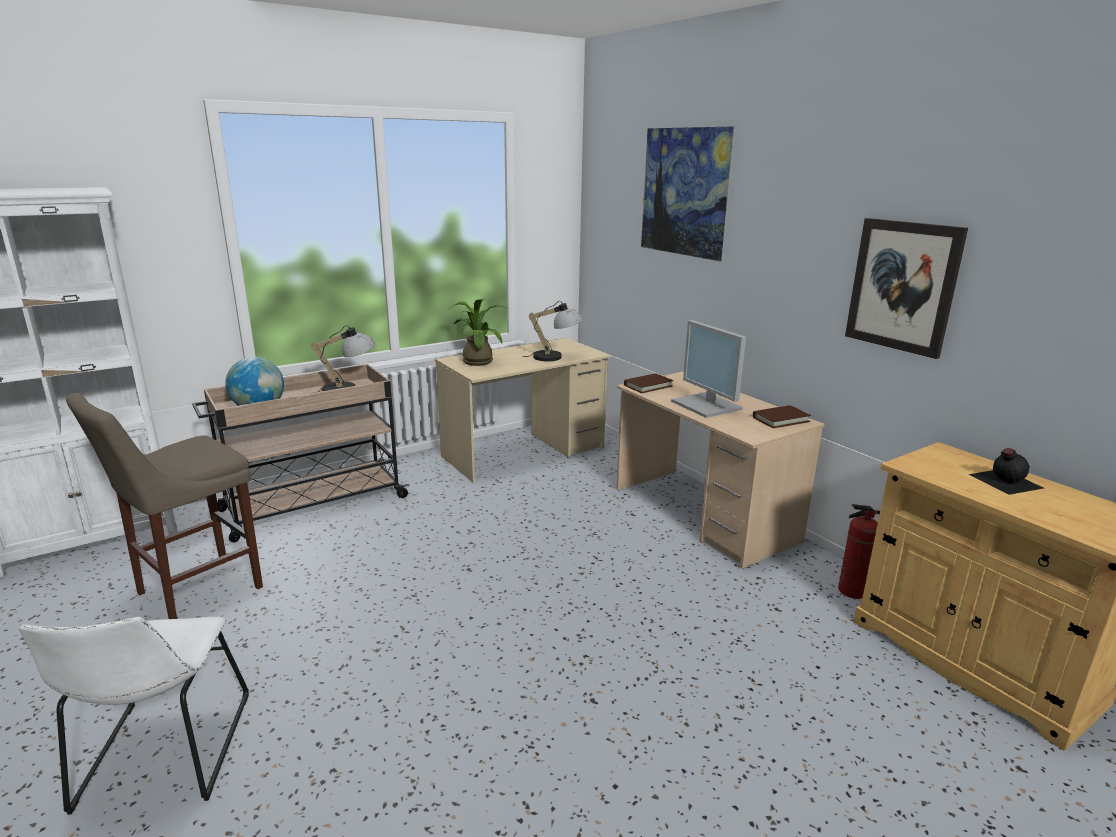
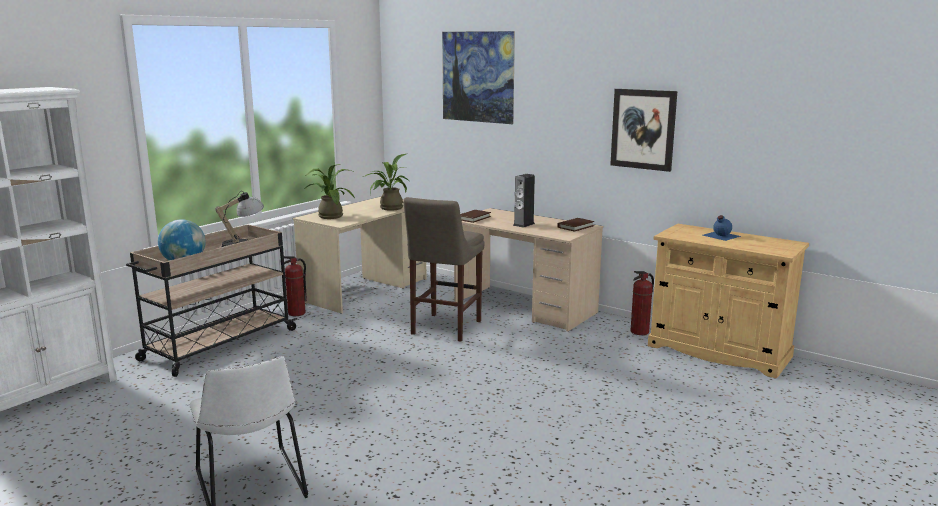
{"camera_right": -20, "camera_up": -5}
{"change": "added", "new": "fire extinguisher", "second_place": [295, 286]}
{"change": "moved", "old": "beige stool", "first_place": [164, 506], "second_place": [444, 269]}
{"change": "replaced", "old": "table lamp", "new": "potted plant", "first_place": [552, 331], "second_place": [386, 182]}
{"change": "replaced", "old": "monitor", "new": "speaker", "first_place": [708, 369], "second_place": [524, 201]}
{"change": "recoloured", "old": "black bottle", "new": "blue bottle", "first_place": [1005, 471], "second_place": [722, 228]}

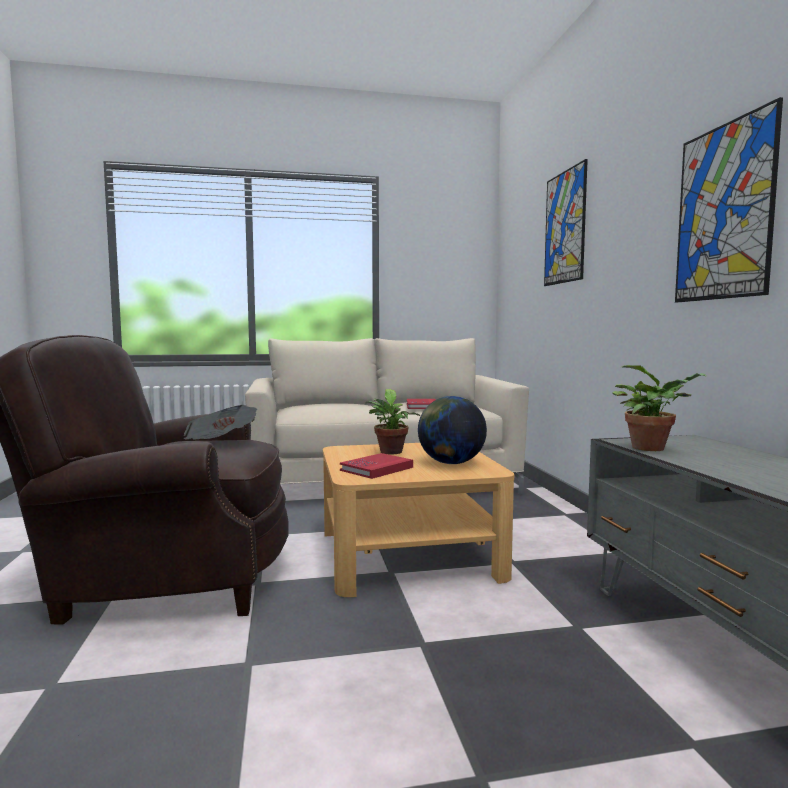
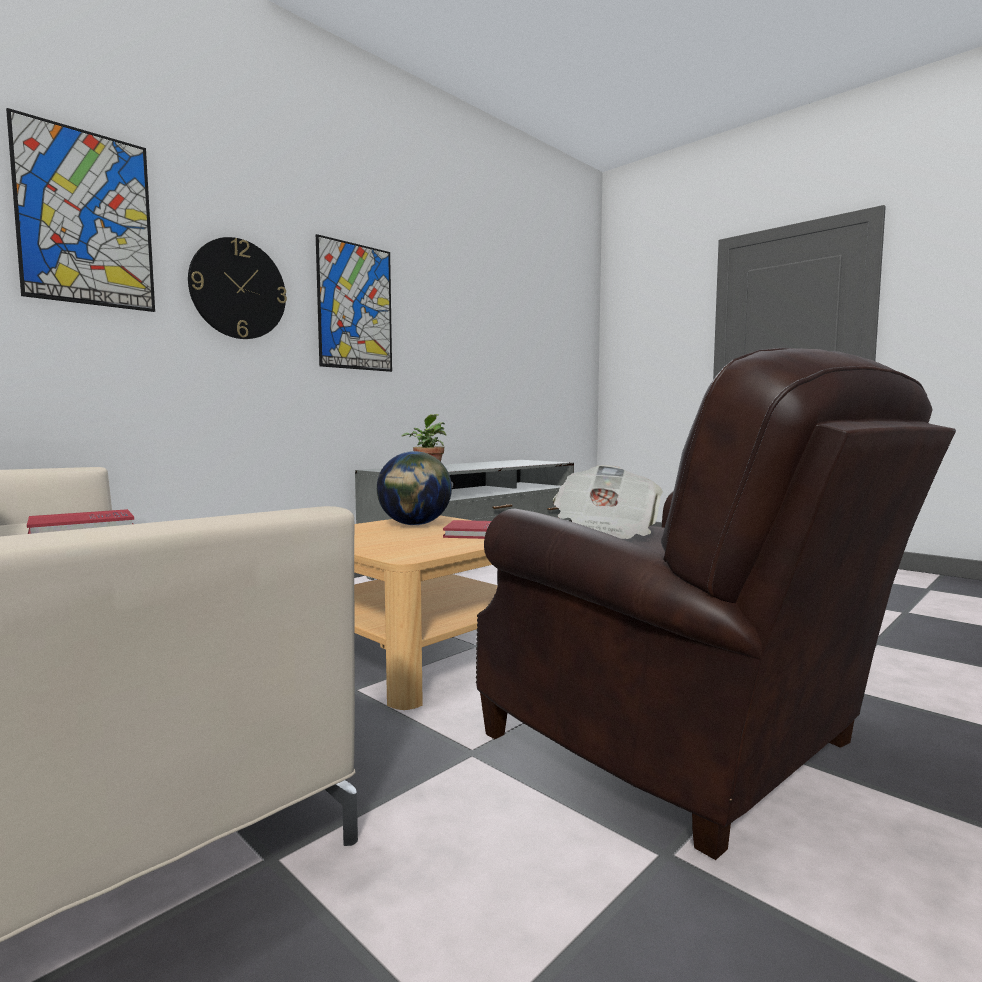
{"camera_right": -125, "camera_up": 0}
{"change": "removed", "old": "potted plant", "first_place": [392, 421]}
{"change": "added", "new": "wall clock", "second_place": [237, 288]}

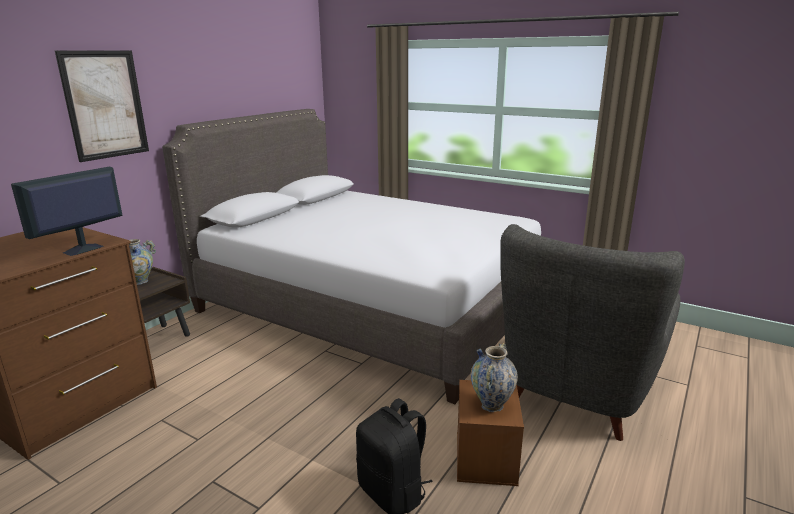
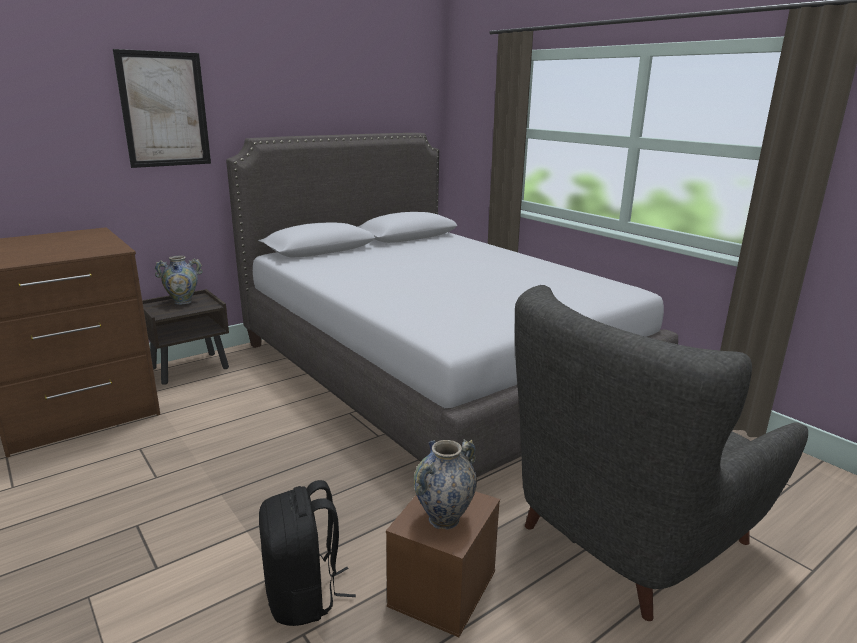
{"camera_right": 20, "camera_up": 0}
{"change": "removed", "old": "monitor", "first_place": [66, 211]}

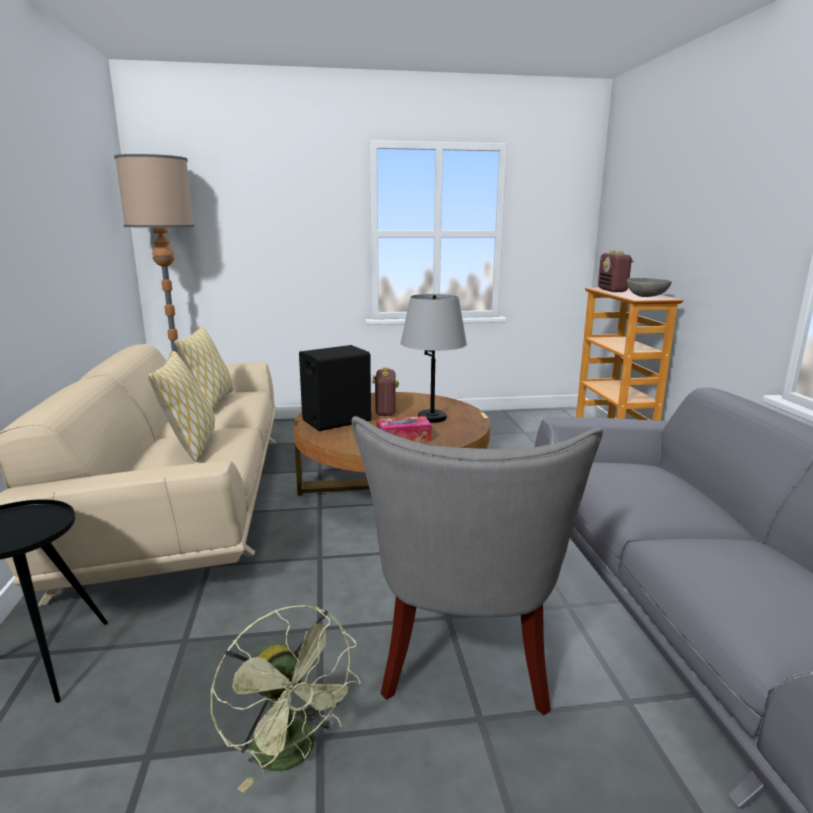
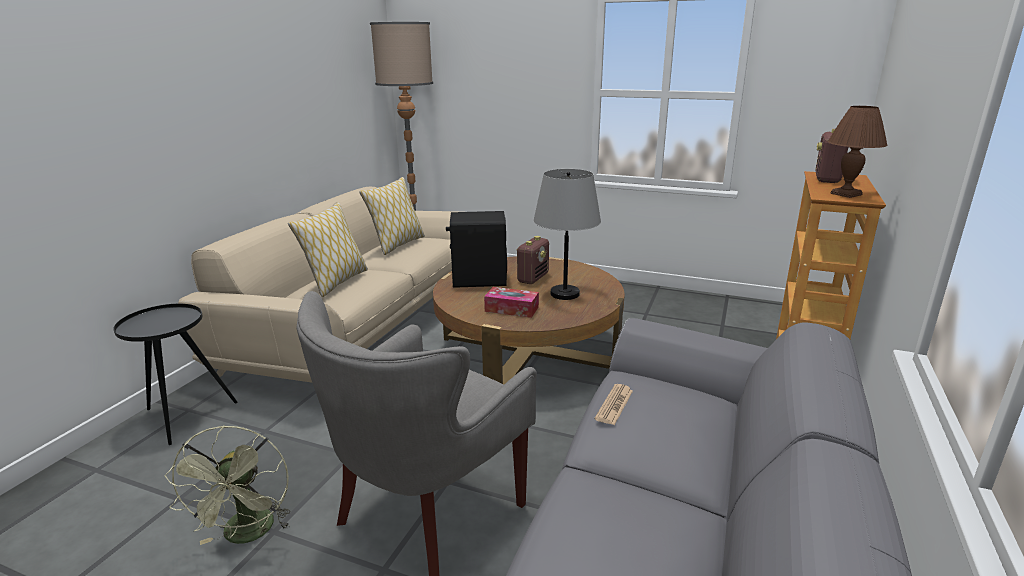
{"camera_right": 30, "camera_up": 5}
{"change": "added", "new": "newspaper", "second_place": [614, 404]}
{"change": "replaced", "old": "grey bowl", "new": "brown table lamp", "first_place": [649, 287], "second_place": [857, 152]}

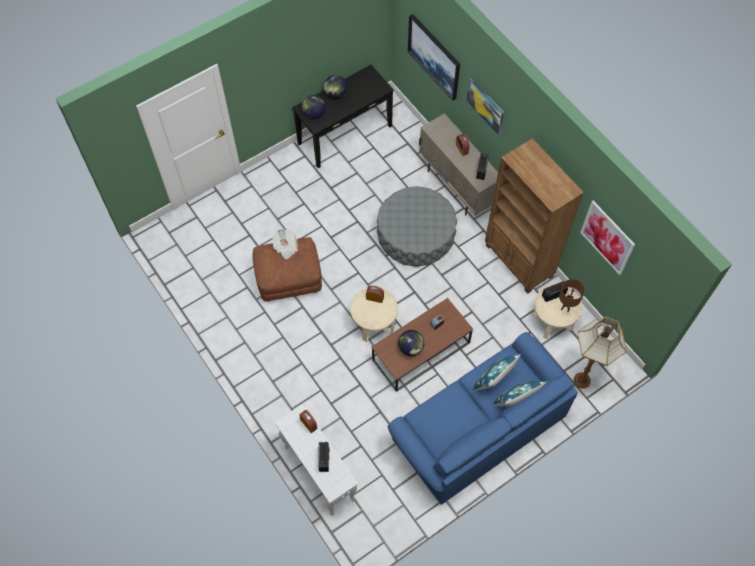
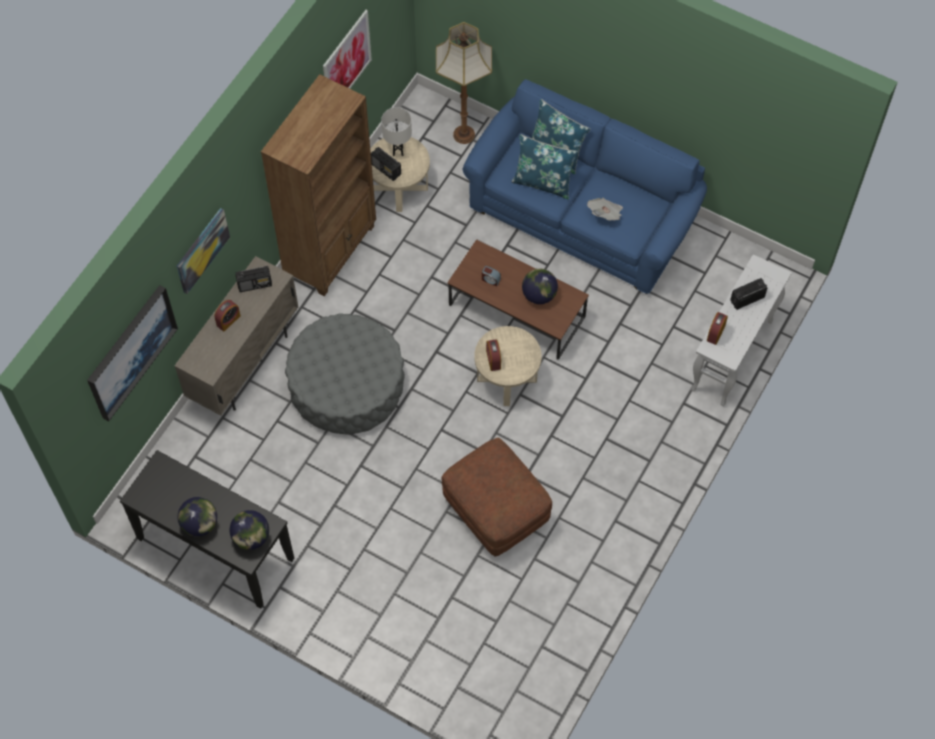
{"camera_right": -115, "camera_up": 0}
{"change": "moved", "old": "newspaper", "first_place": [285, 243], "second_place": [605, 209]}
{"change": "recoloured", "old": "brown table lamp", "new": "white table lamp", "first_place": [572, 295], "second_place": [396, 131]}

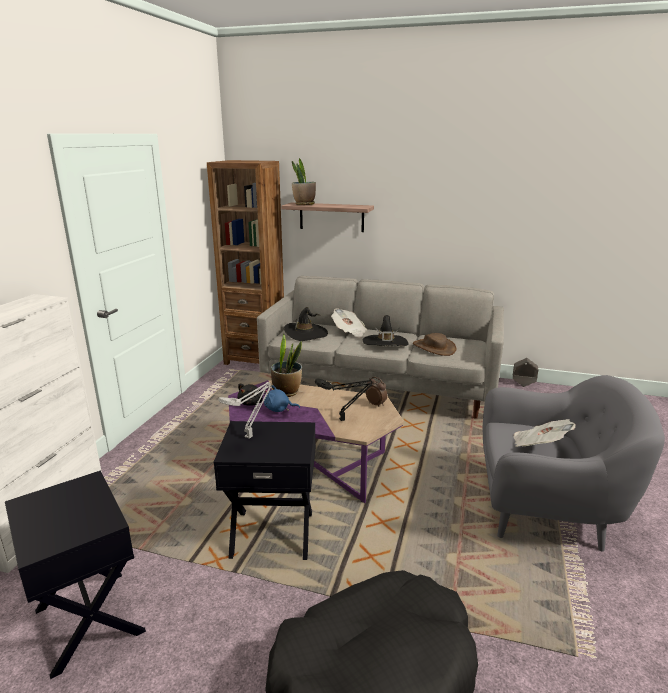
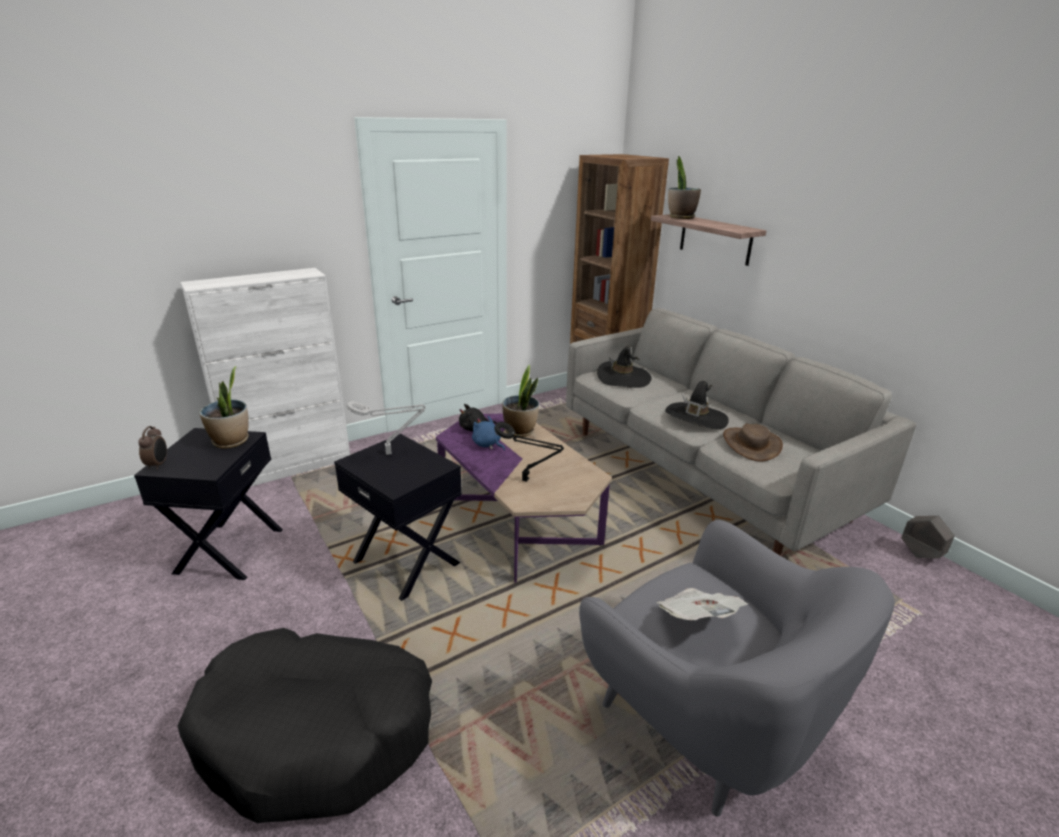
{"camera_right": 40, "camera_up": 5}
{"change": "removed", "old": "newspaper", "first_place": [349, 323]}
{"change": "added", "new": "potted plant", "second_place": [224, 407]}
{"change": "moved", "old": "alarm clock", "first_place": [376, 391], "second_place": [152, 448]}

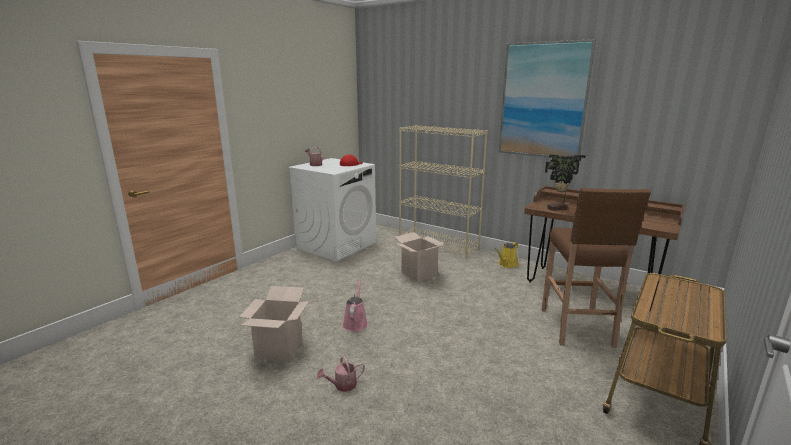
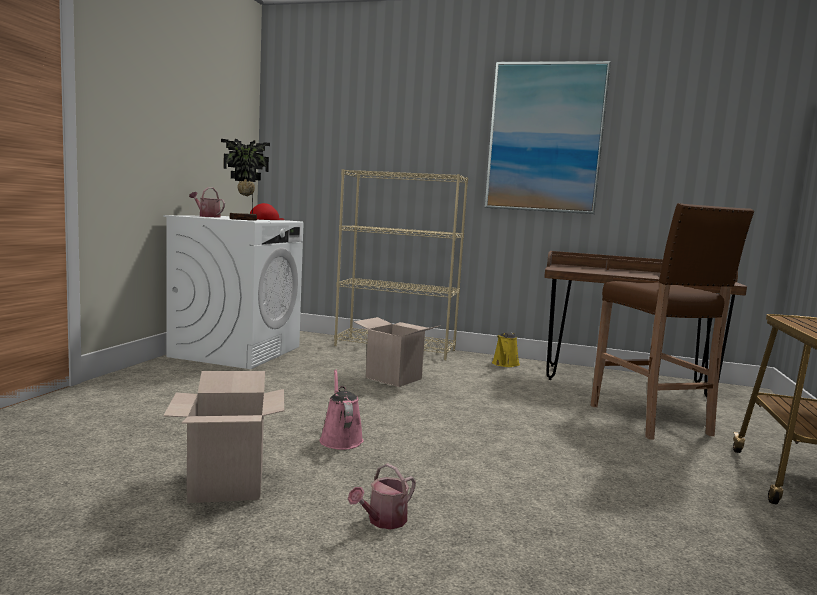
{"camera_right": -20, "camera_up": -10}
{"change": "moved", "old": "potted plant", "first_place": [565, 183], "second_place": [245, 180]}

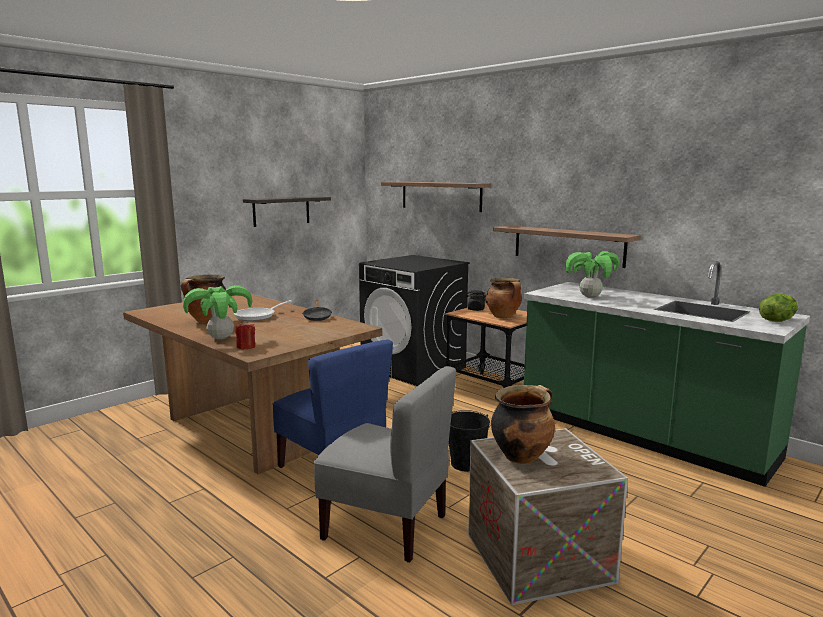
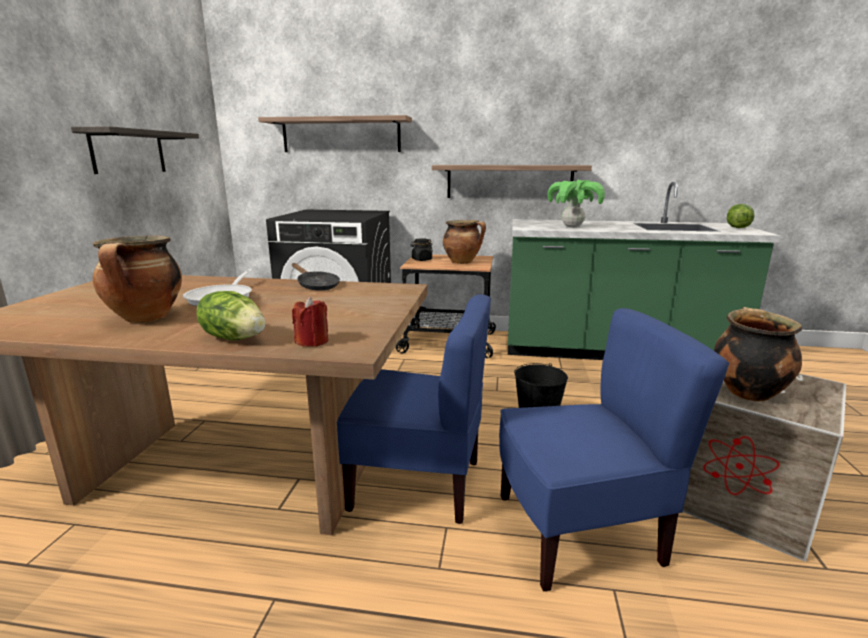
{"camera_right": -35, "camera_up": 5}
{"change": "replaced", "old": "potted plant", "new": "lettuce", "first_place": [218, 312], "second_place": [230, 315]}
{"change": "recoloured", "old": "grey chair", "new": "blue chair", "first_place": [385, 464], "second_place": [614, 450]}

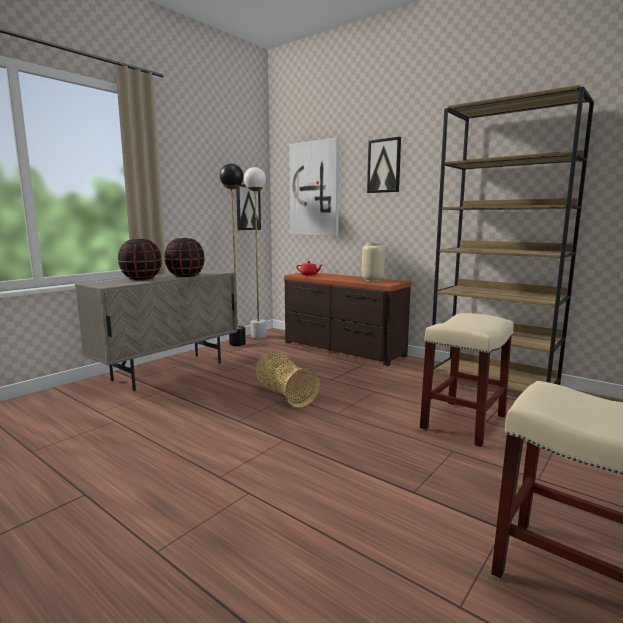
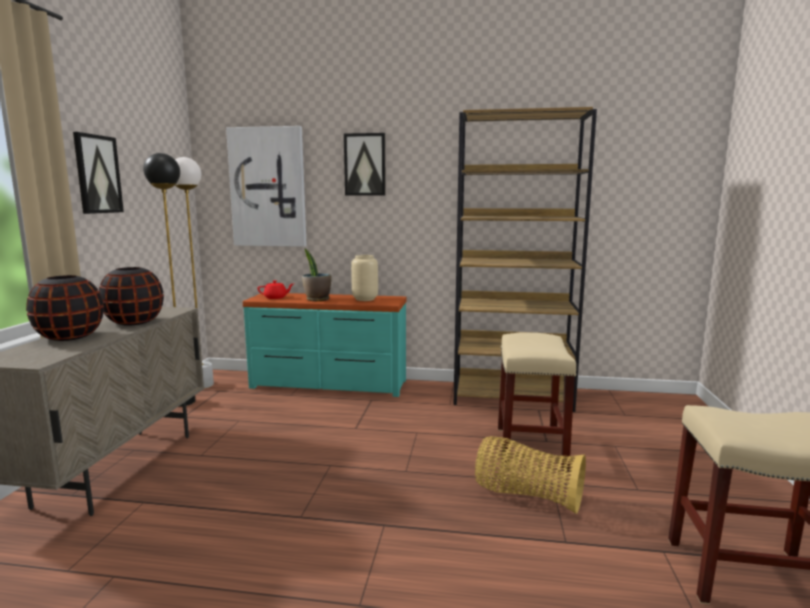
{"camera_right": -30, "camera_up": 0}
{"change": "added", "new": "potted plant", "second_place": [316, 274]}
{"change": "moved", "old": "picture", "first_place": [248, 207], "second_place": [98, 173]}
{"change": "moved", "old": "basket", "first_place": [288, 379], "second_place": [530, 475]}
{"change": "recoloured", "old": "brown dresser", "new": "turquoise dresser", "first_place": [347, 319], "second_place": [325, 344]}

